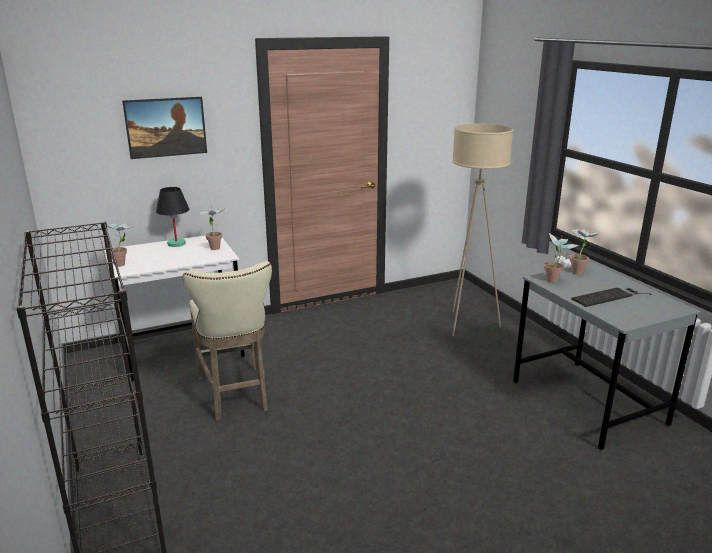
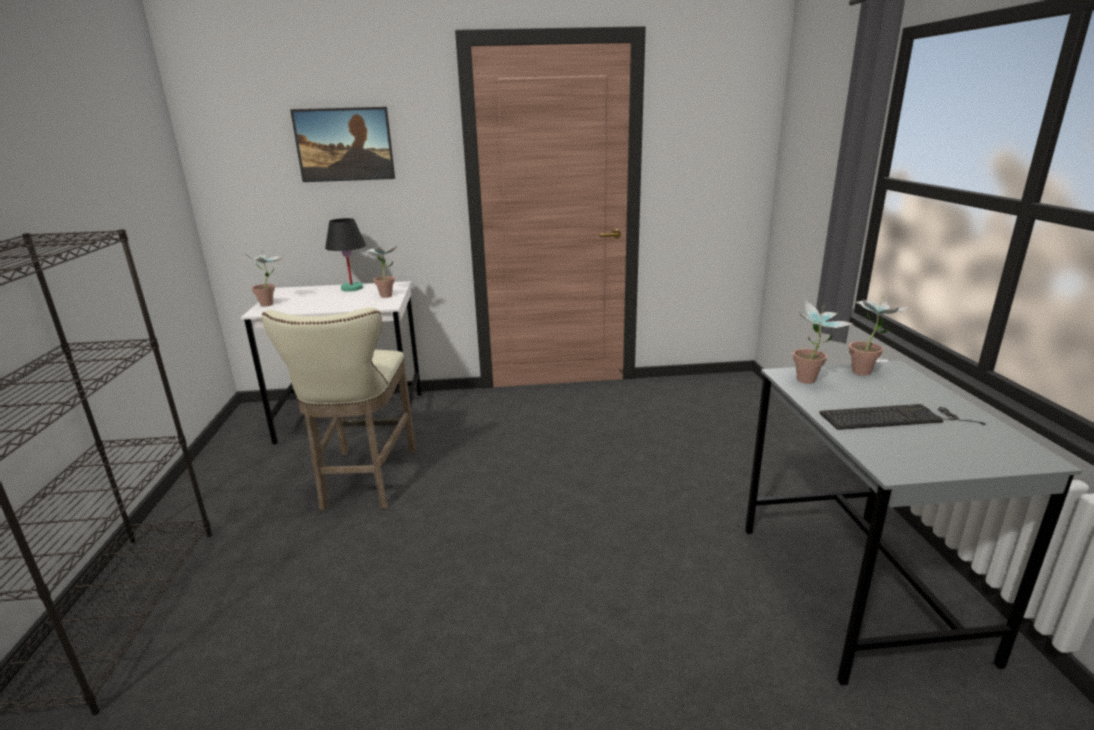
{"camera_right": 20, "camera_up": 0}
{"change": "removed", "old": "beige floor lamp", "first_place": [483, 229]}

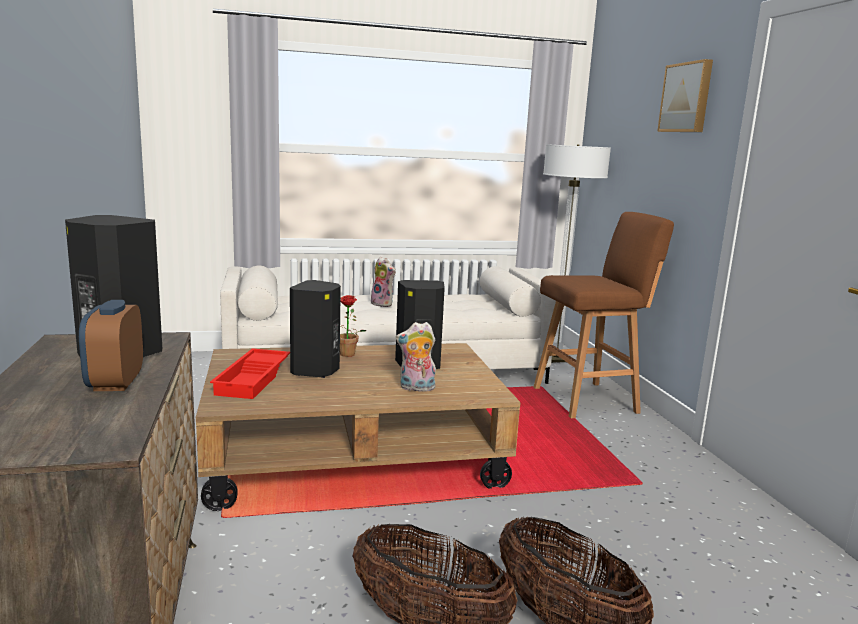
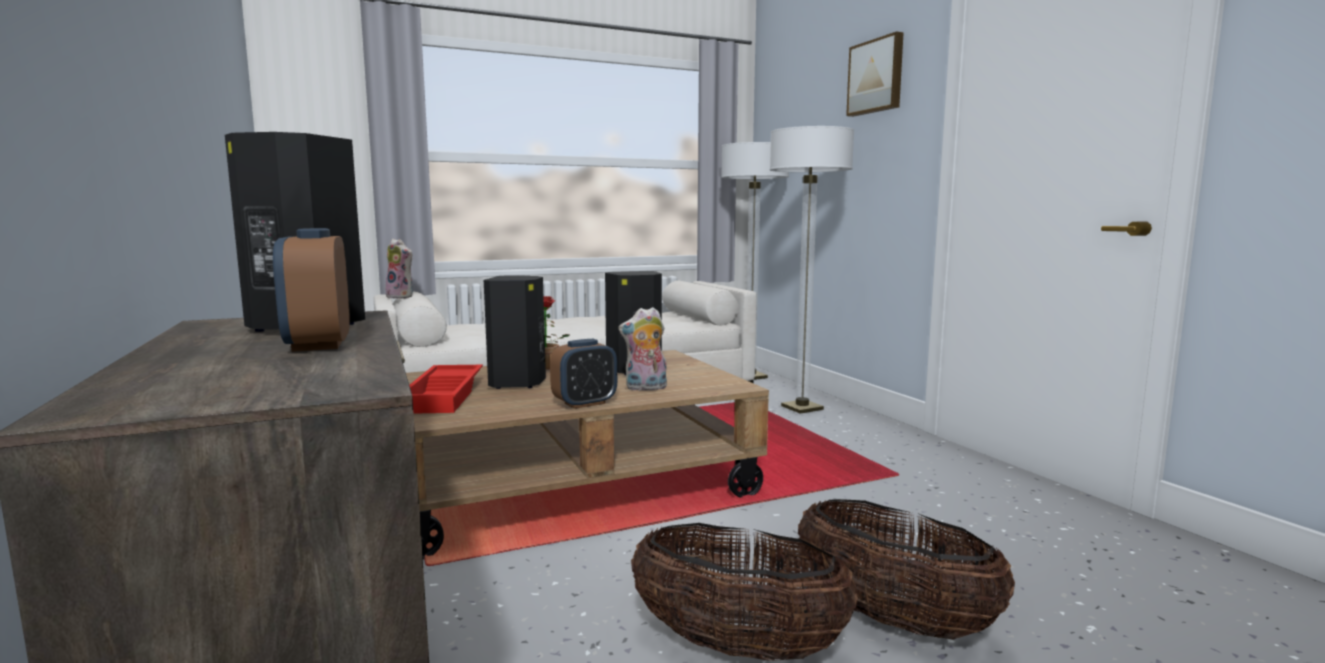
{"camera_right": -10, "camera_up": -5}
{"change": "added", "new": "alarm clock", "second_place": [583, 374]}
{"change": "moved", "old": "plush toy", "first_place": [383, 282], "second_place": [398, 269]}
{"change": "replaced", "old": "brown stool", "new": "floor lamp", "first_place": [604, 315], "second_place": [812, 270]}

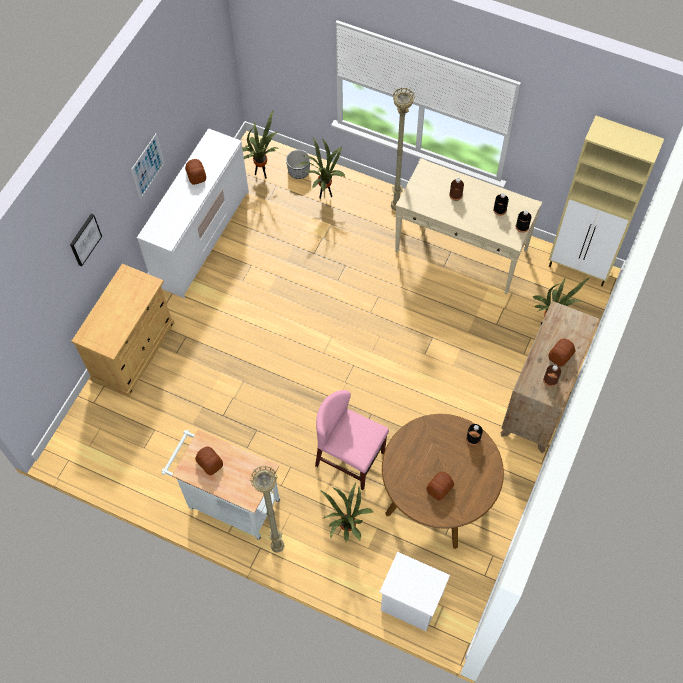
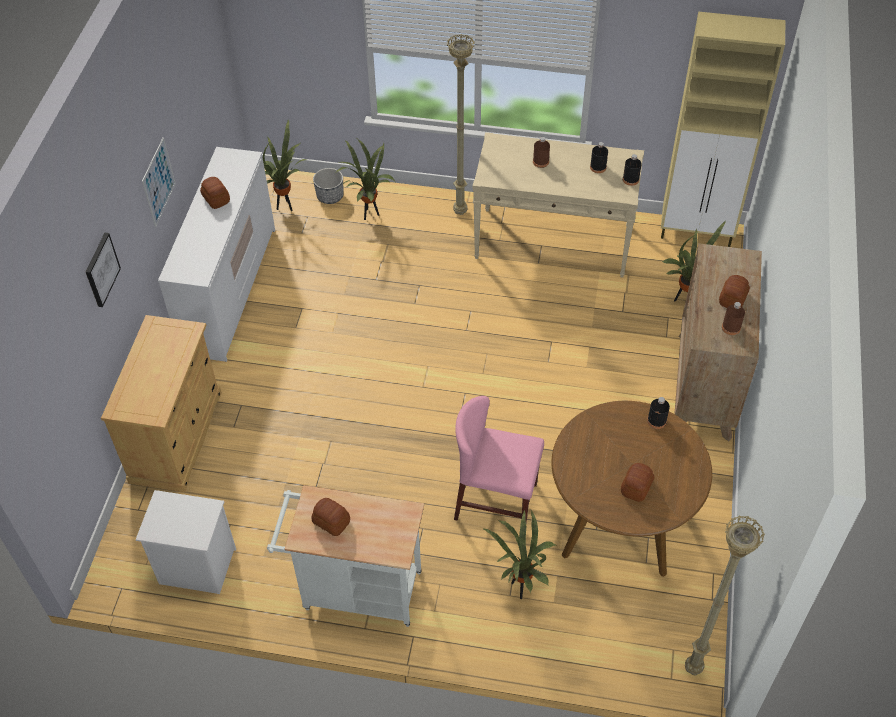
{"camera_right": -15, "camera_up": -10}
{"change": "moved", "old": "beige floor lamp", "first_place": [267, 509], "second_place": [724, 595]}
{"change": "moved", "old": "white nightstand", "first_place": [414, 591], "second_place": [186, 542]}

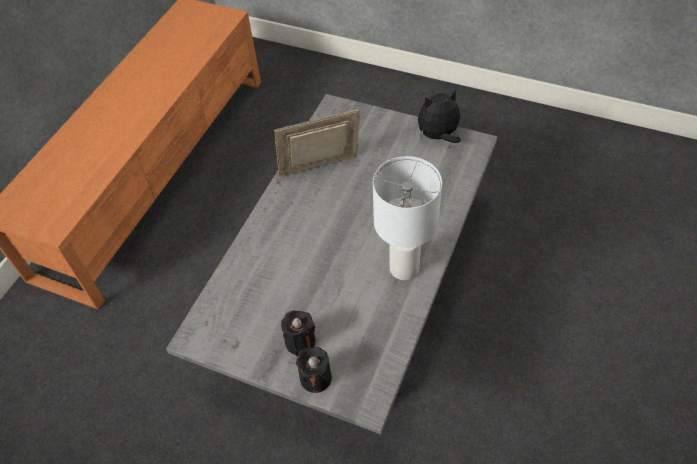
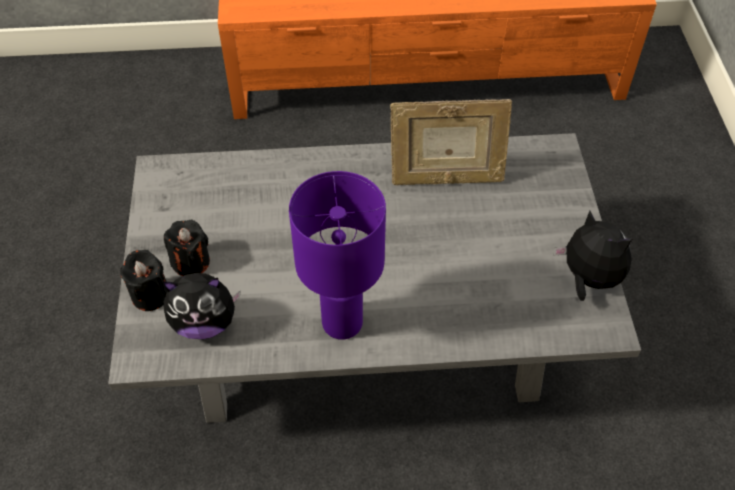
{"camera_right": 60, "camera_up": 0}
{"change": "added", "new": "plush toy", "second_place": [202, 306]}
{"change": "recoloured", "old": "white table lamp", "new": "purple table lamp", "first_place": [407, 218], "second_place": [337, 255]}
{"change": "turned", "old": "picture frame", "first_place": [317, 142], "second_place": [451, 142], "degrees": 135}

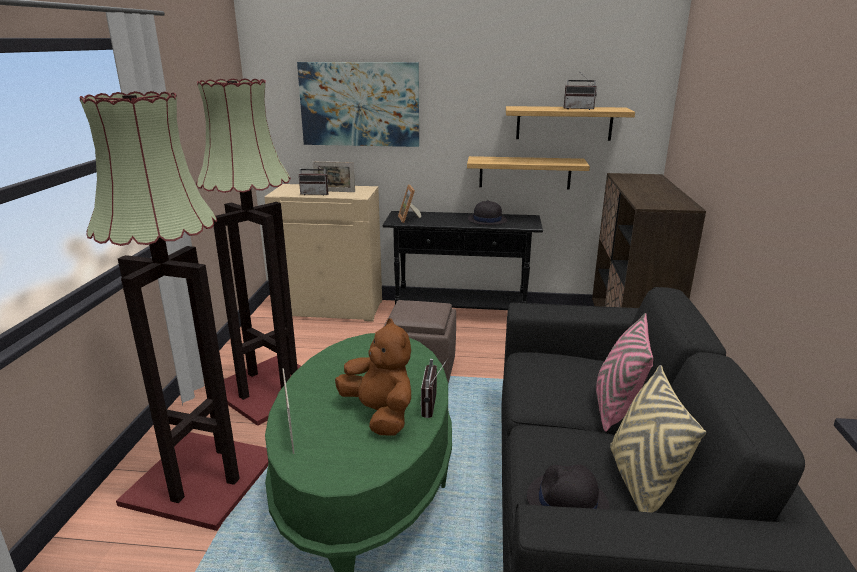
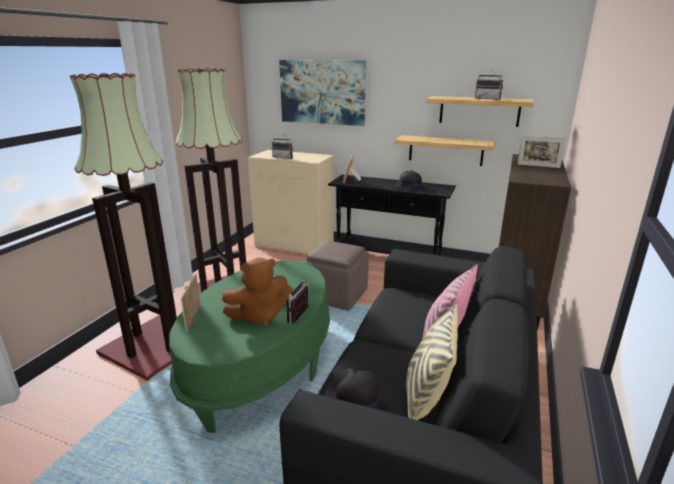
{"camera_right": 15, "camera_up": 0}
{"change": "moved", "old": "picture frame", "first_place": [334, 176], "second_place": [541, 152]}
{"change": "turned", "old": "brown plush toy", "first_place": [373, 377], "second_place": [257, 292], "degrees": 90}

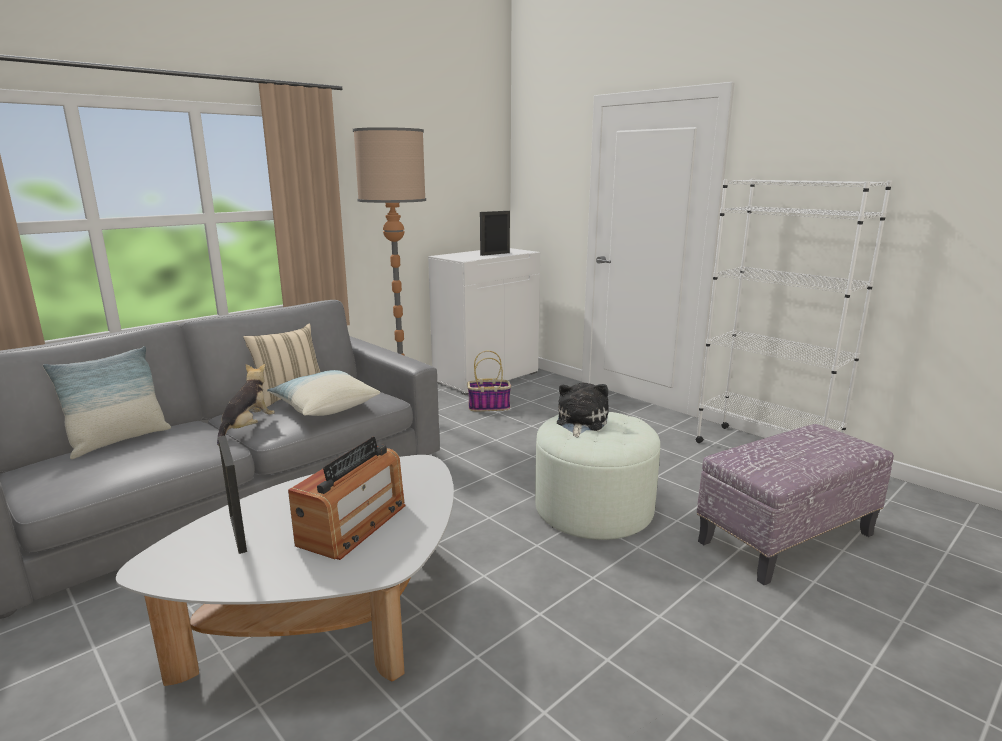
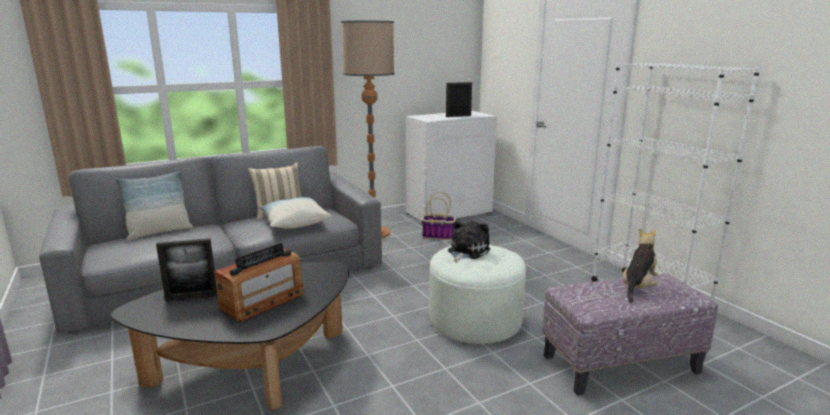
{"camera_right": 15, "camera_up": 0}
{"change": "moved", "old": "plush toy", "first_place": [246, 404], "second_place": [641, 265]}
{"change": "recoloured", "old": "white coffee table", "new": "black coffee table", "first_place": [285, 570], "second_place": [230, 336]}
{"change": "turned", "old": "picture frame", "first_place": [232, 494], "second_place": [186, 269], "degrees": -90}

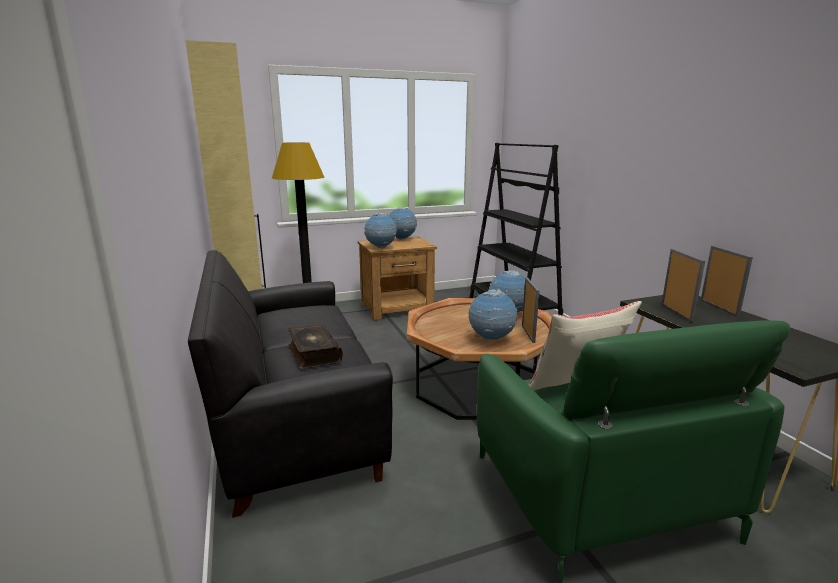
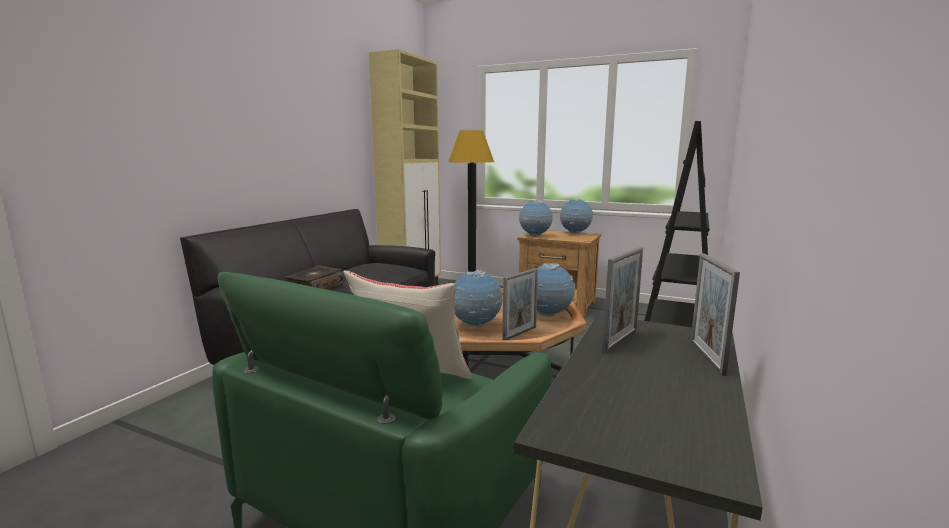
{"camera_right": 45, "camera_up": -5}
{"change": "turned", "old": "picture frame", "first_place": [727, 281], "second_place": [715, 314], "degrees": 150}

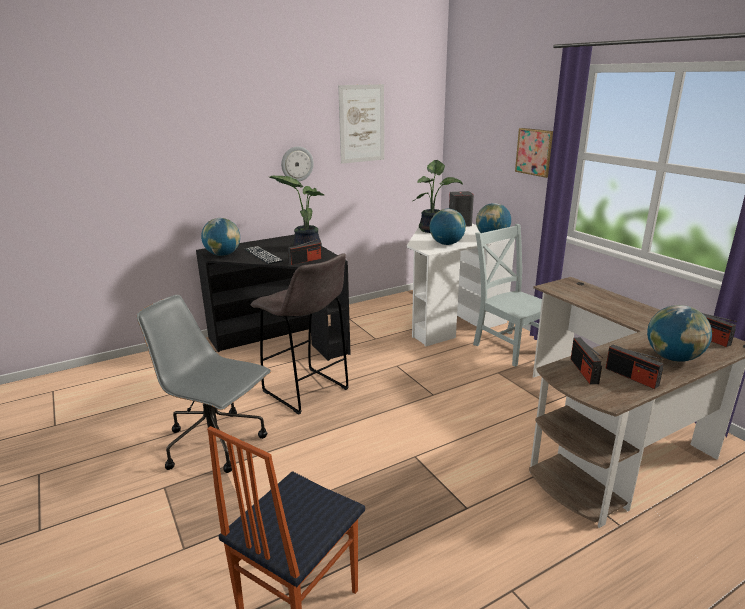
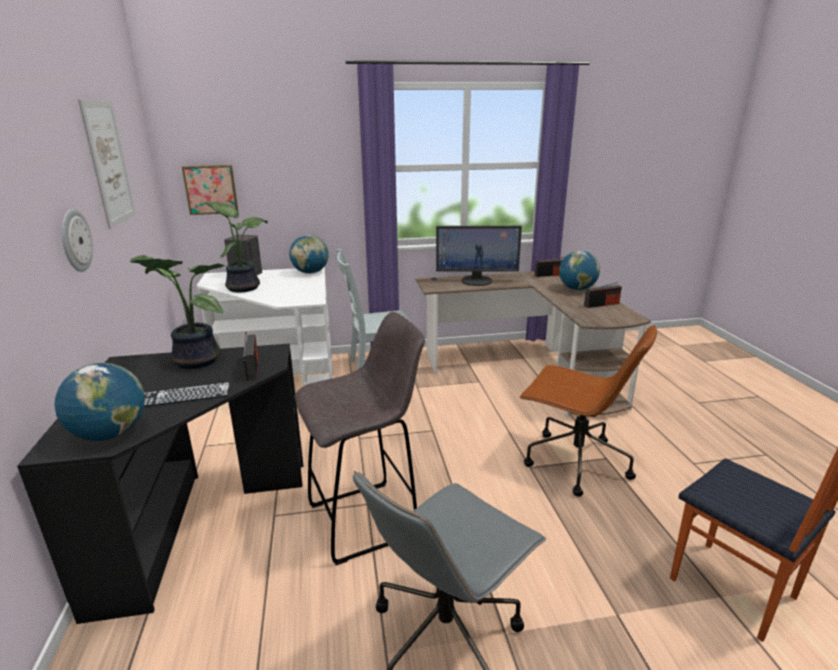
{"camera_right": -70, "camera_up": 0}
{"change": "removed", "old": "globe", "first_place": [448, 227]}
{"change": "removed", "old": "radio", "first_place": [587, 361]}
{"change": "added", "new": "monitor", "second_place": [479, 256]}
{"change": "added", "new": "brown office chair", "second_place": [588, 410]}
{"change": "moved", "old": "picture", "first_place": [534, 153], "second_place": [210, 190]}

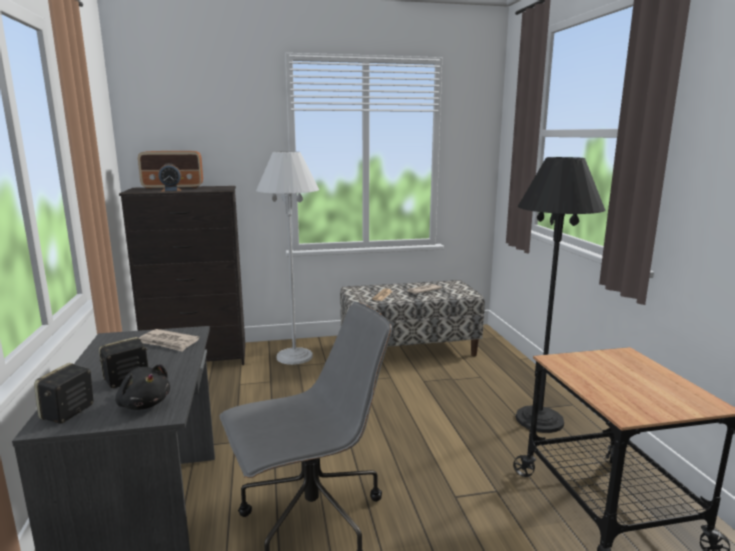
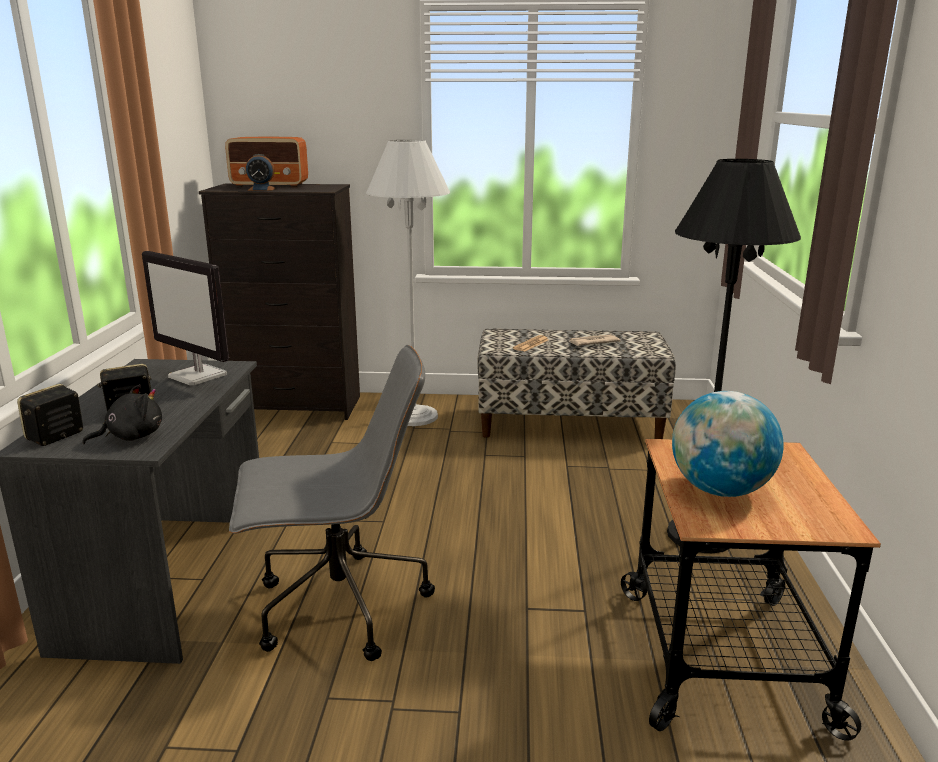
{"camera_right": 15, "camera_up": 5}
{"change": "added", "new": "globe", "second_place": [728, 444]}
{"change": "replaced", "old": "newspaper", "new": "monitor", "first_place": [169, 340], "second_place": [185, 318]}
{"change": "turned", "old": "black plush toy", "first_place": [142, 387], "second_place": [122, 414], "degrees": -90}

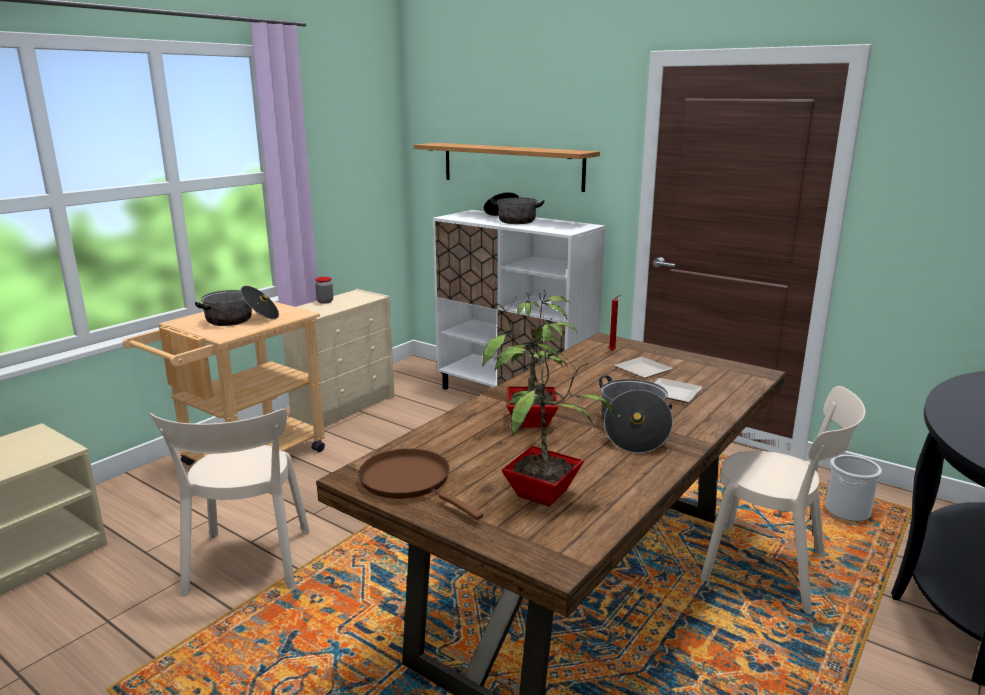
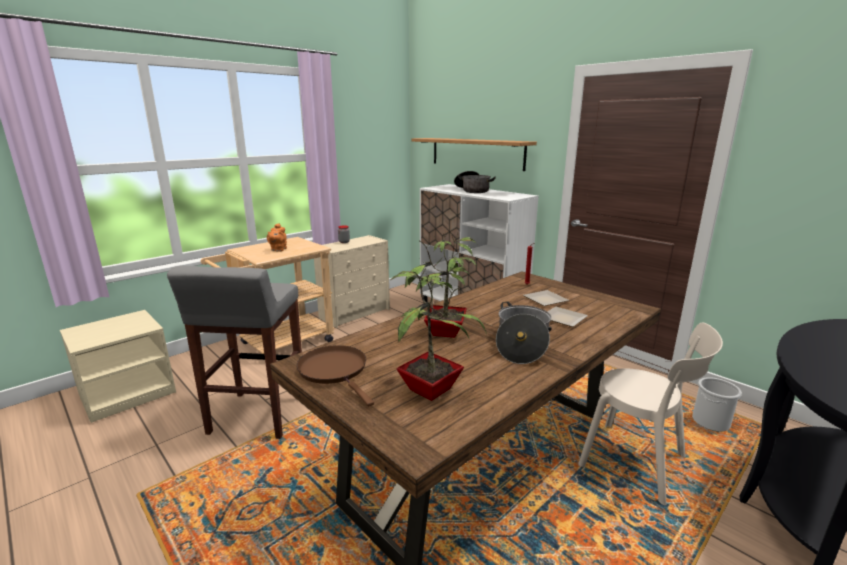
{"camera_right": 10, "camera_up": 0}
{"change": "replaced", "old": "beige chair", "new": "grey stool", "first_place": [230, 502], "second_place": [234, 352]}
{"change": "replaced", "old": "cooking pot", "new": "orange teapot", "first_place": [237, 306], "second_place": [277, 237]}

